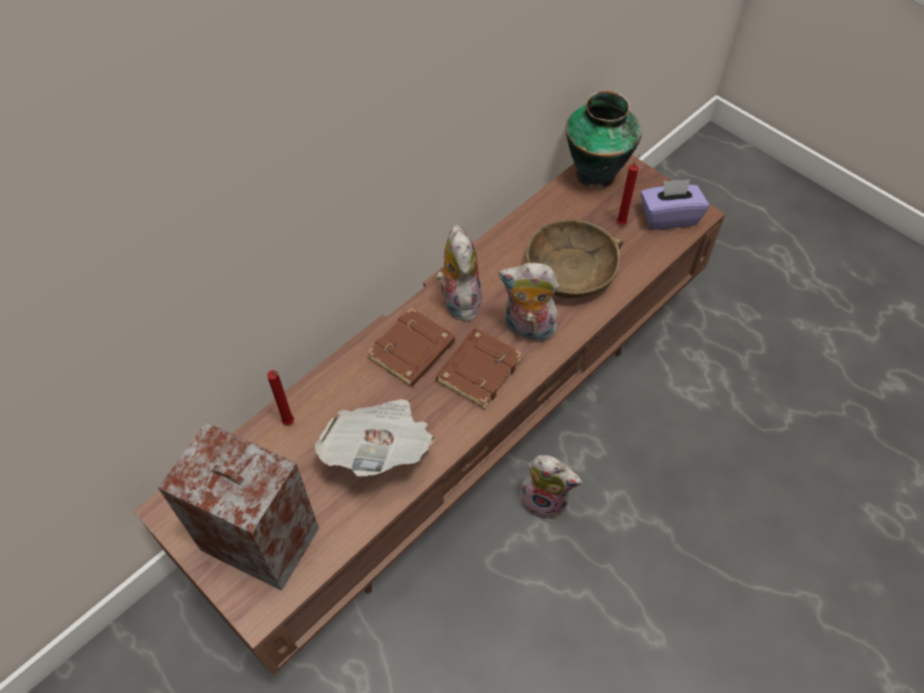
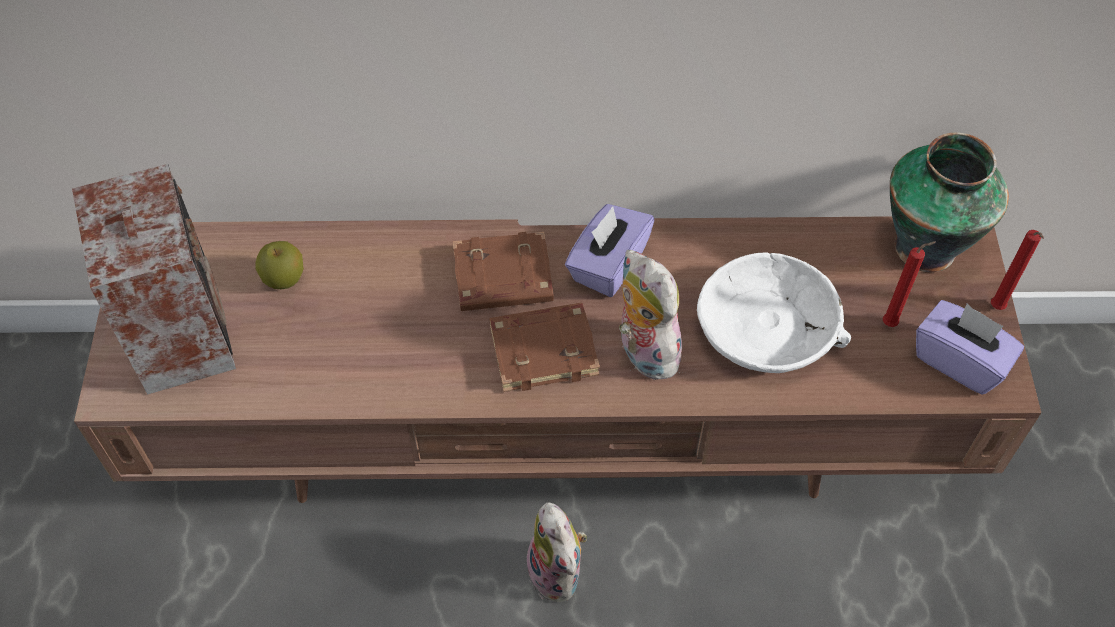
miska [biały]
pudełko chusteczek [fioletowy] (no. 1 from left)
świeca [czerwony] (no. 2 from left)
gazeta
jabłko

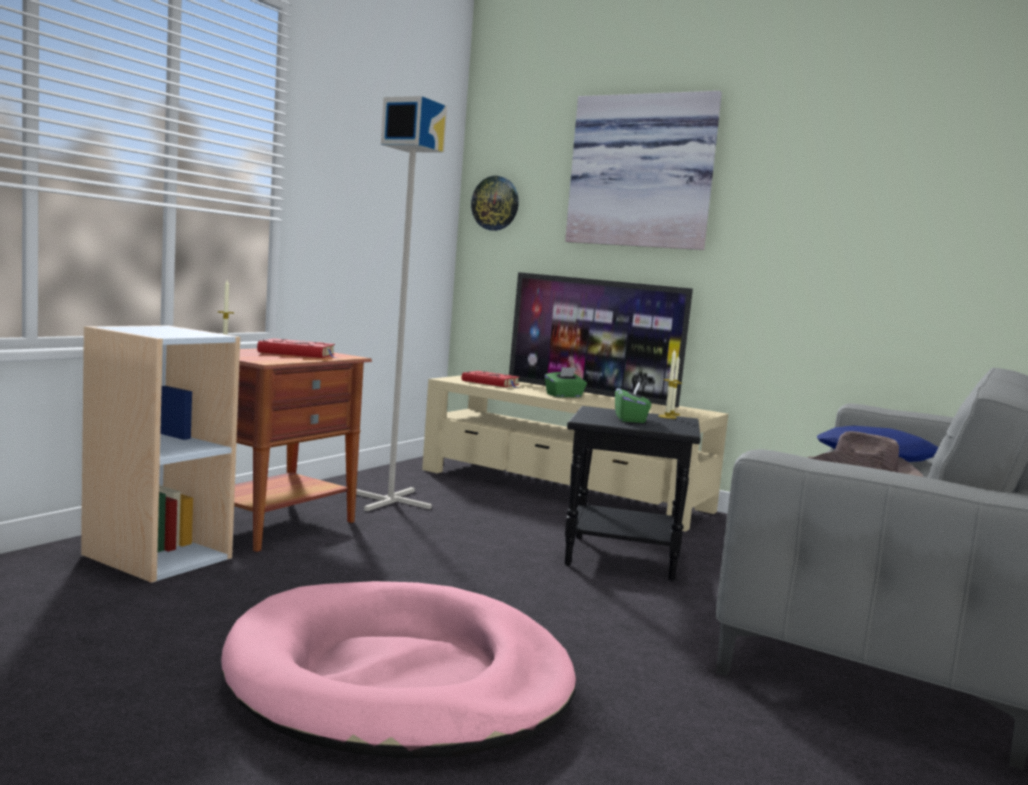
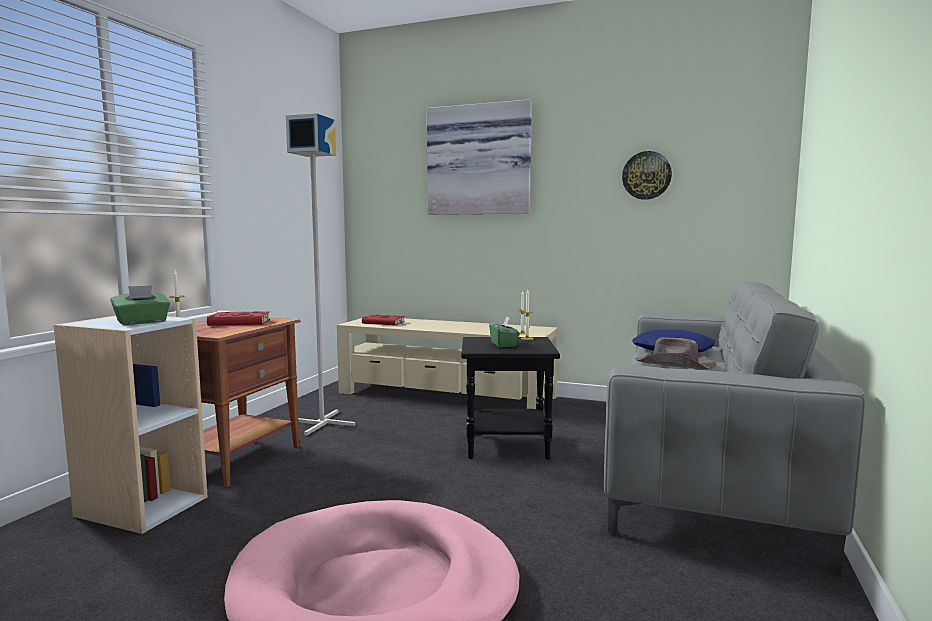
zegar ścienny
telewizor
pudełko chusteczek [zielony] (no. 1 from left)

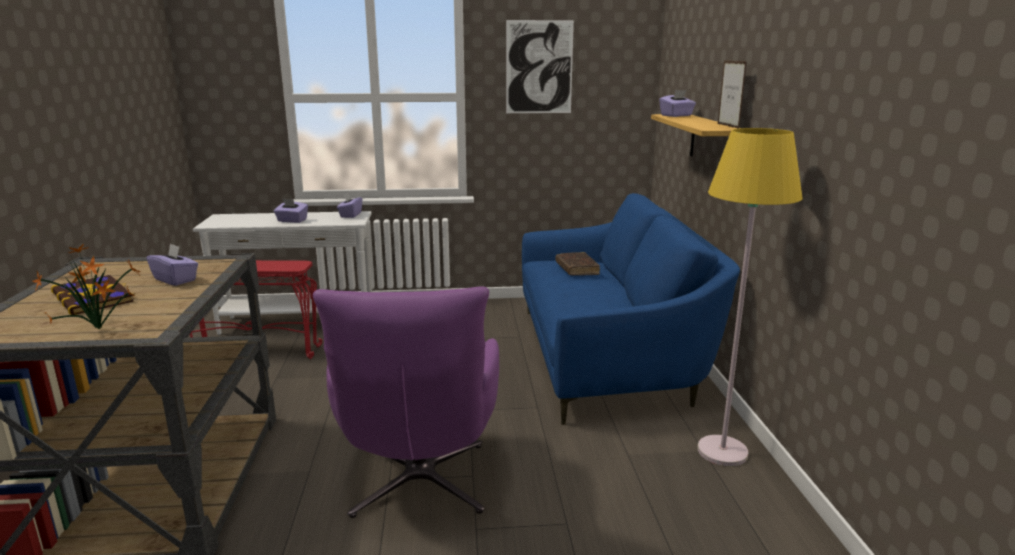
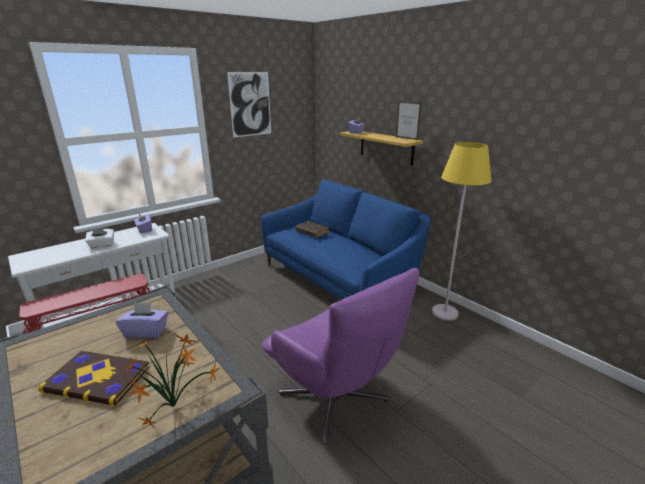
pudełko chusteczek [biały]

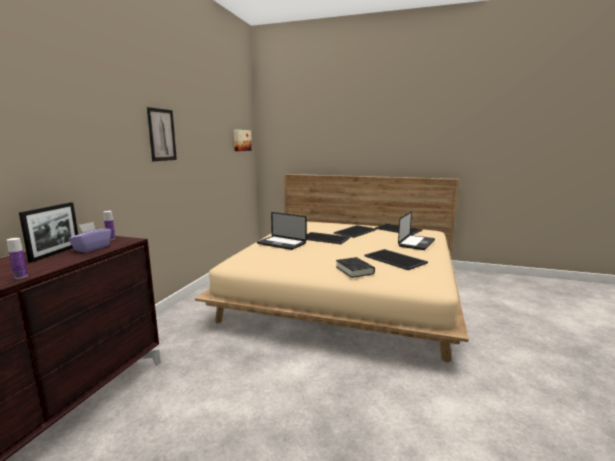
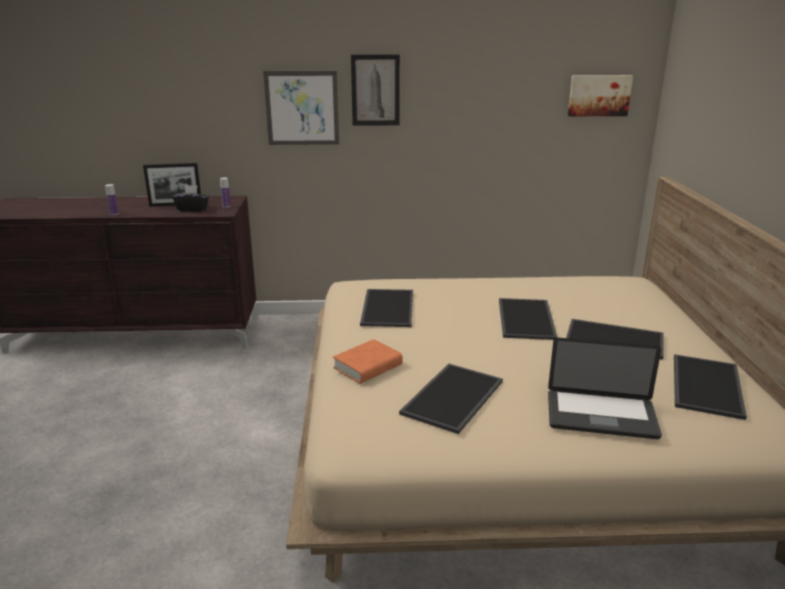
laptop (no. 1 from left in the first image)
pudełko chusteczek [czarny]
książka [pomarańczowy]
obraz (no. 1 from left)
taca (no. 1 from left)

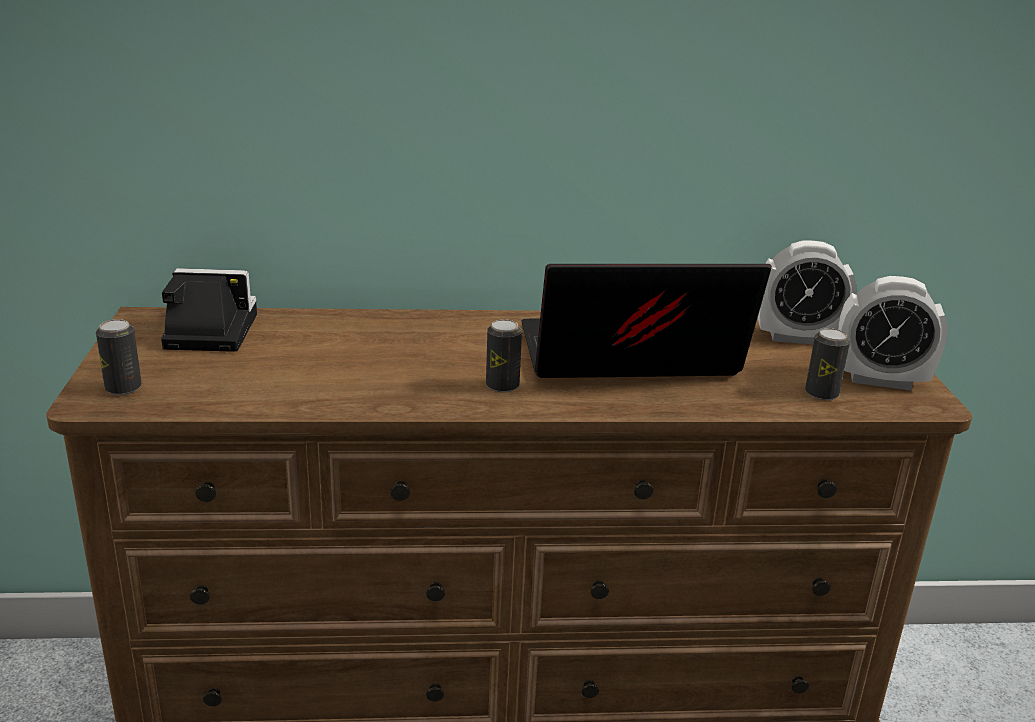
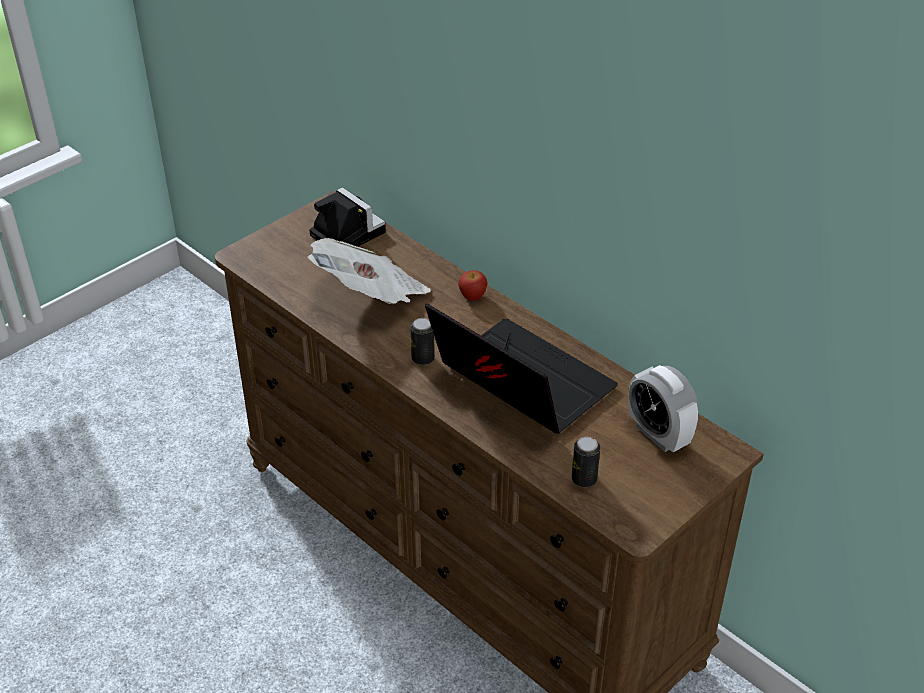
budzik (no. 2 from left in the first image)
puszka (no. 1 from left in the first image)
gazeta
jabłko

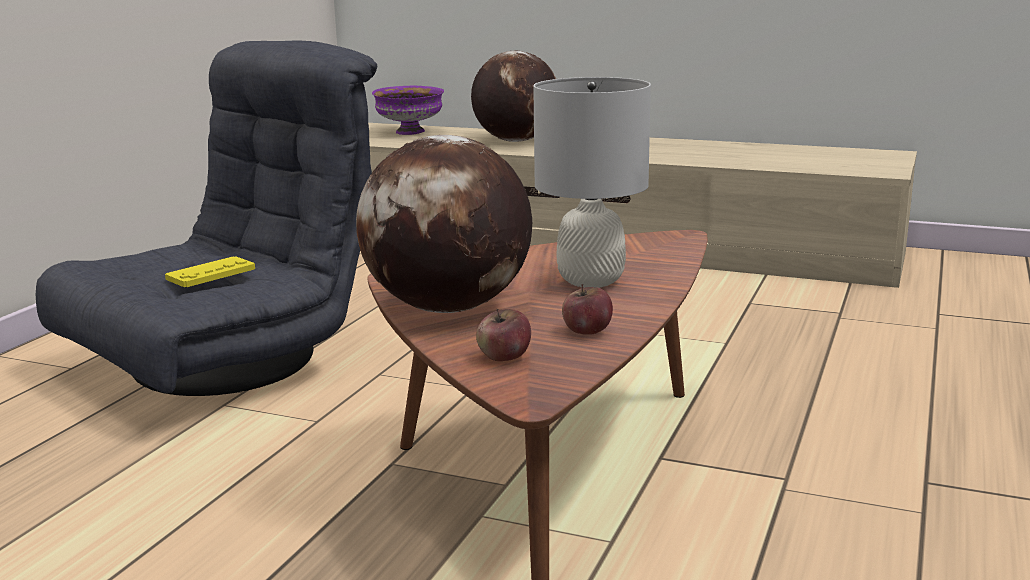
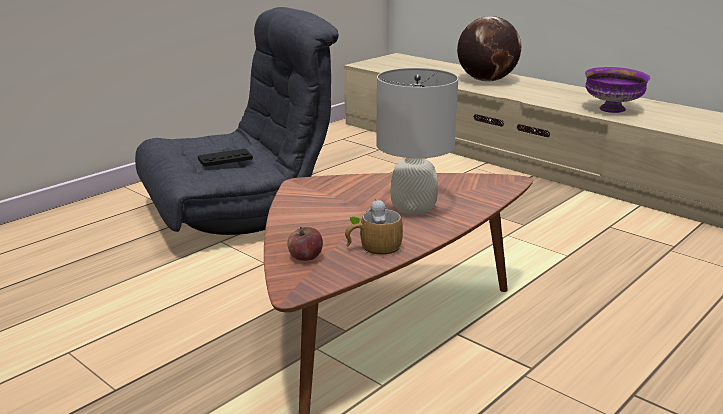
miska [fioletowy]
globus (no. 1 from left in the first image)
pad do gier [czarny]
kubek

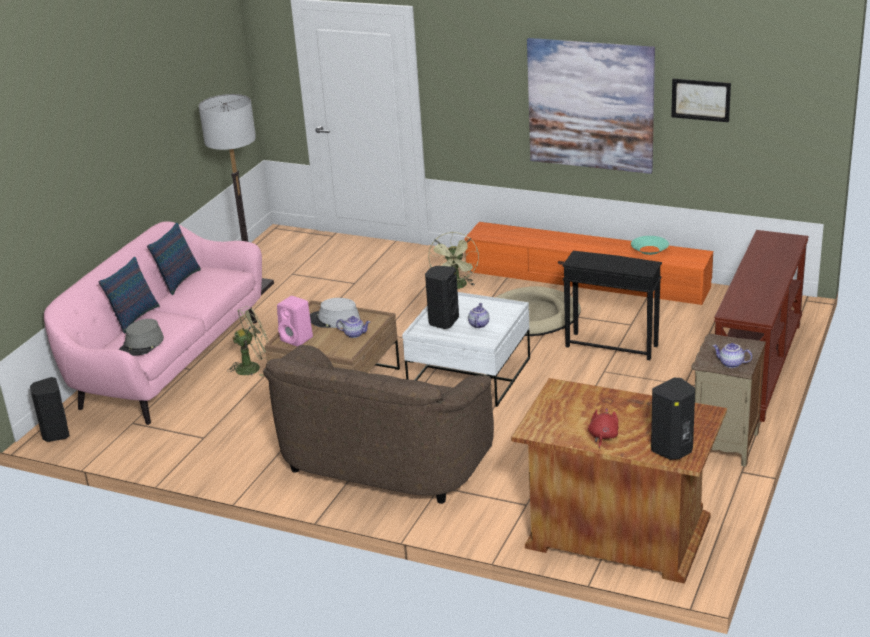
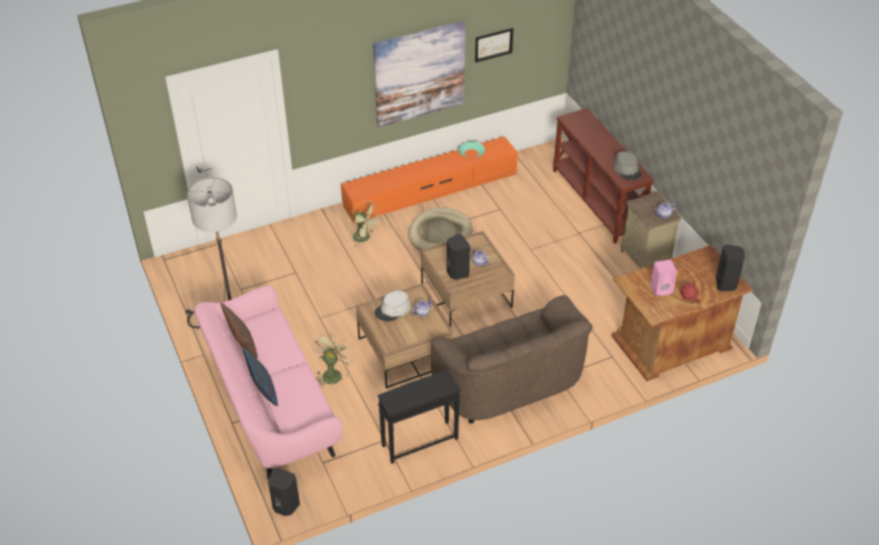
poduszka [brązowy]
stolik [czarny]
ława [brązowy] (no. 2 from left)
głośnik [różowy]
kapelusz [szary] (no. 2 from left)

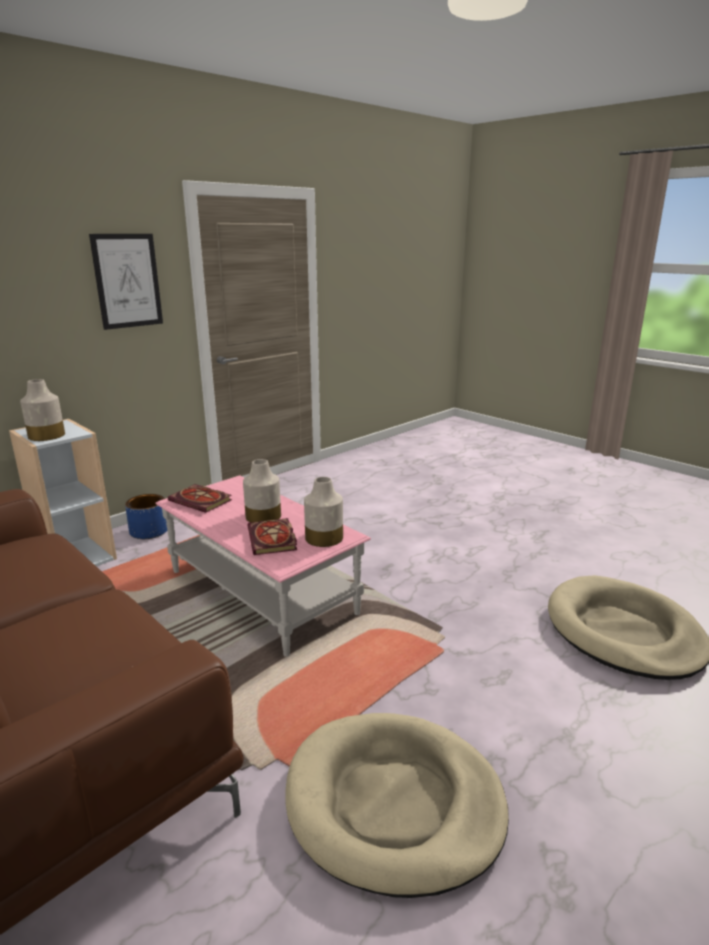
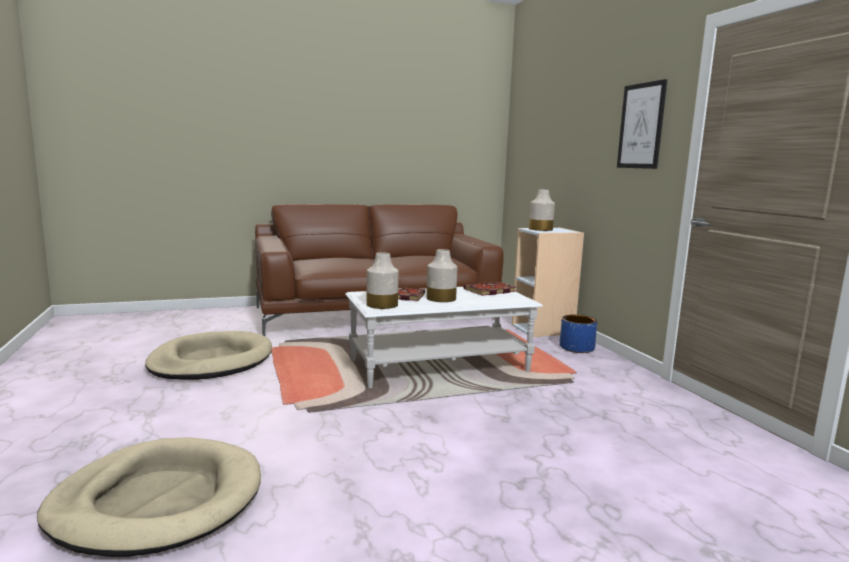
ława [biały]

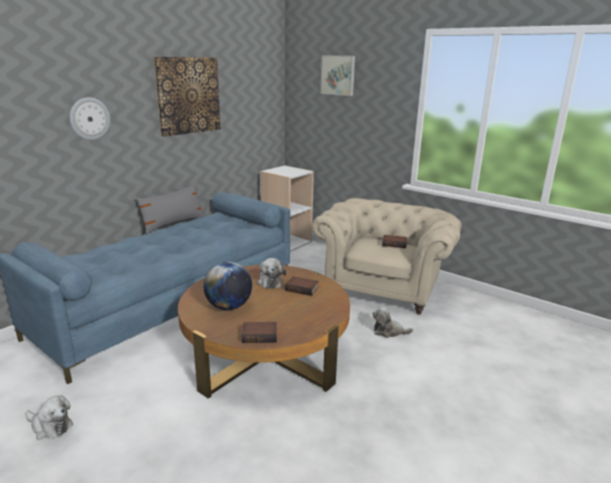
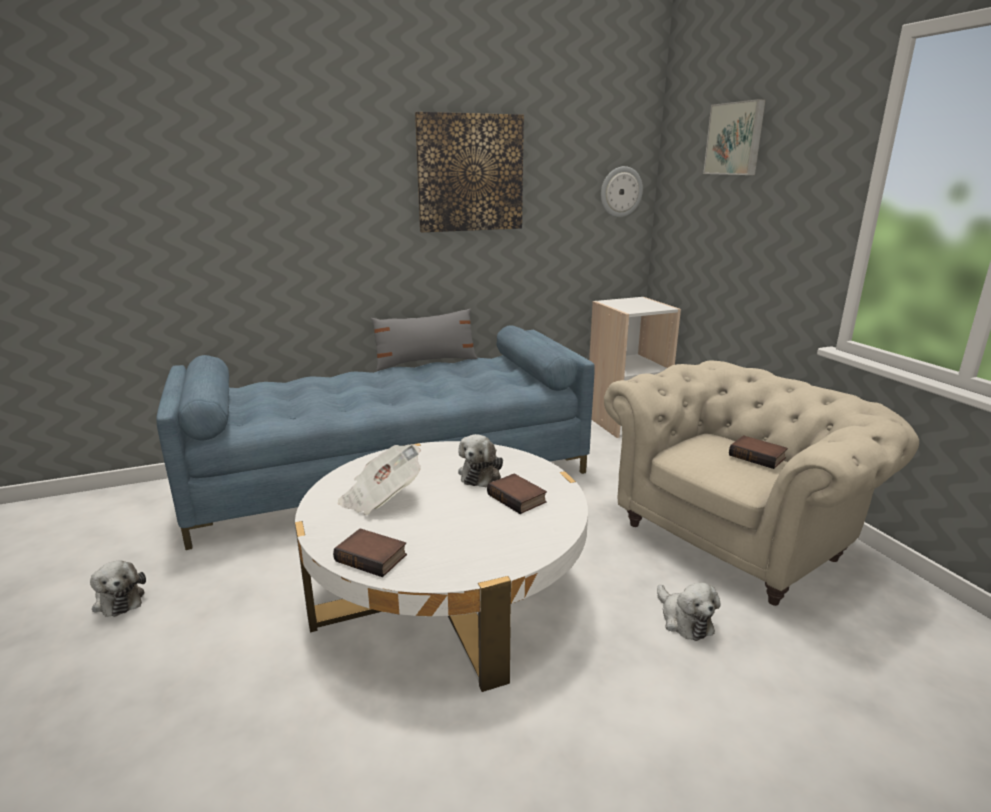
zegar ścienny
gazeta
ława [biały]
pluszak (no. 3 from left)

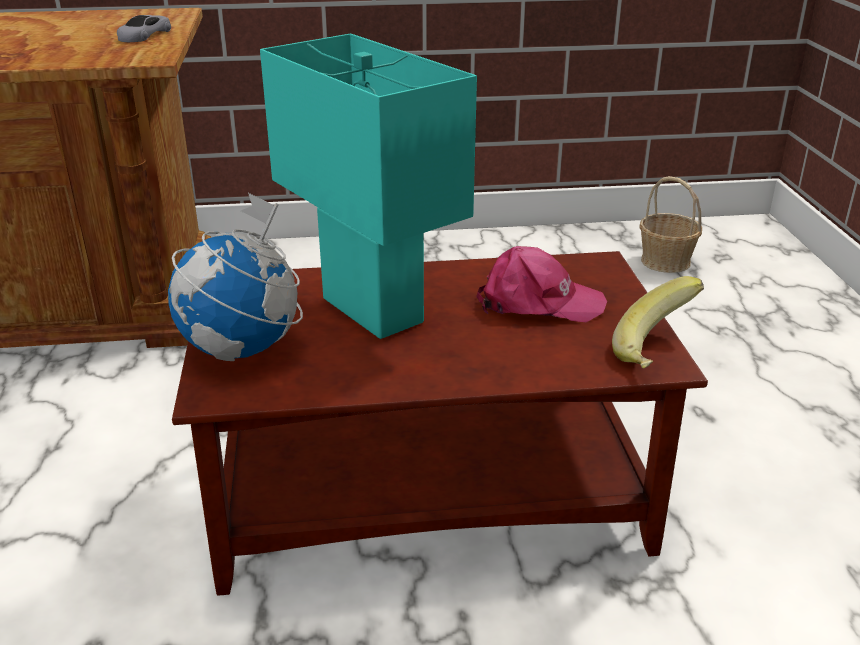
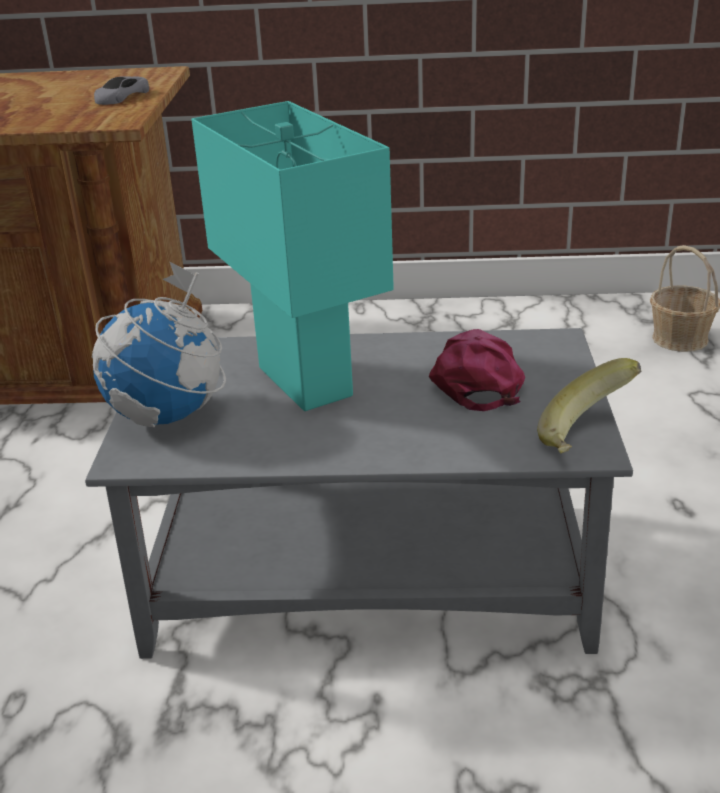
czapka z daszkiem [różowy]
ława [szary]

